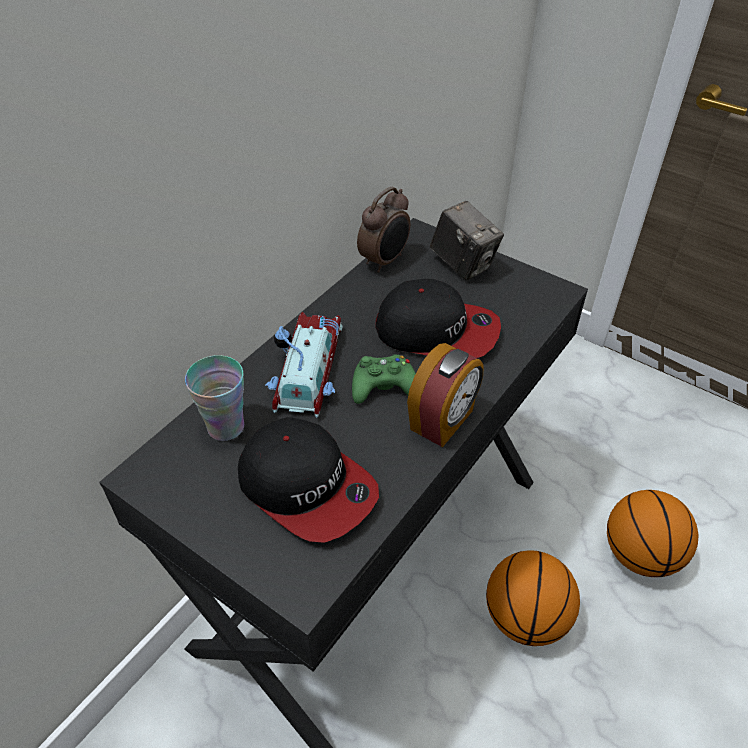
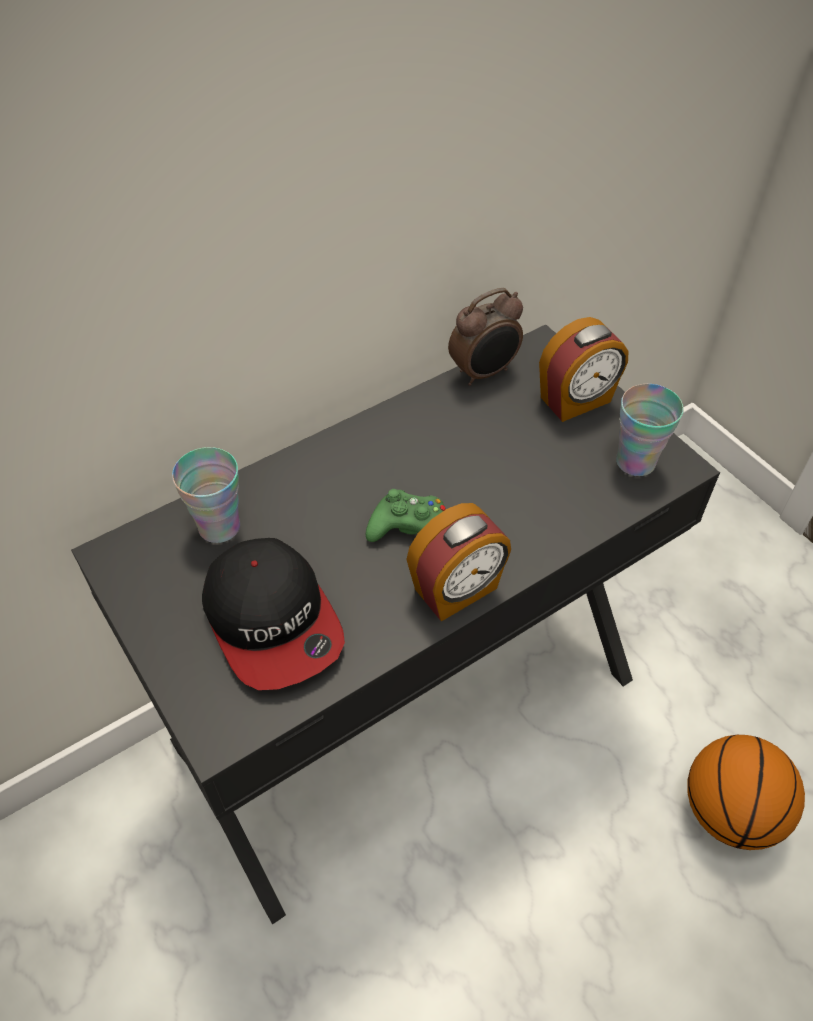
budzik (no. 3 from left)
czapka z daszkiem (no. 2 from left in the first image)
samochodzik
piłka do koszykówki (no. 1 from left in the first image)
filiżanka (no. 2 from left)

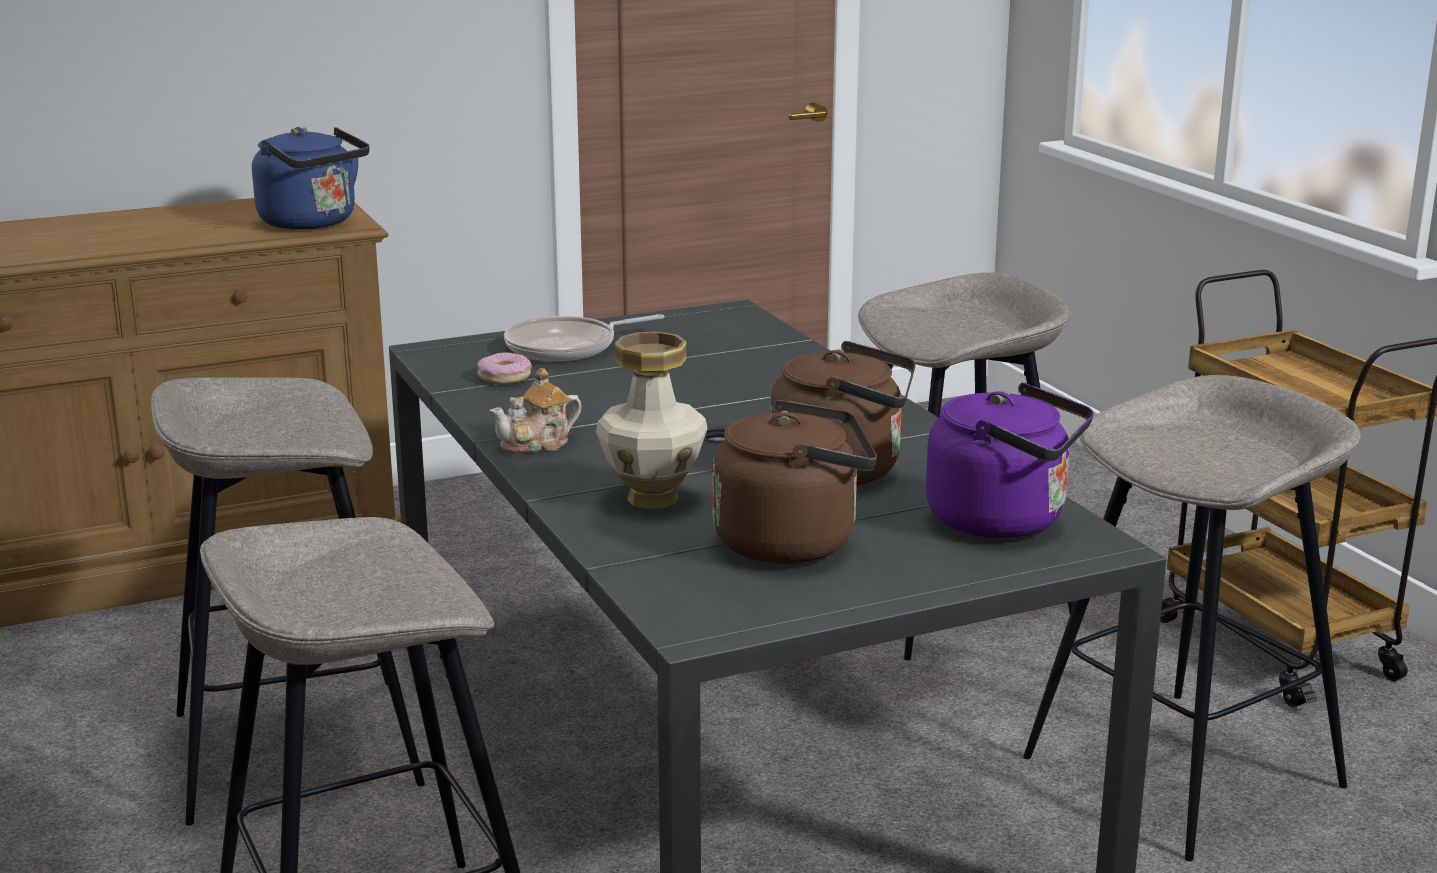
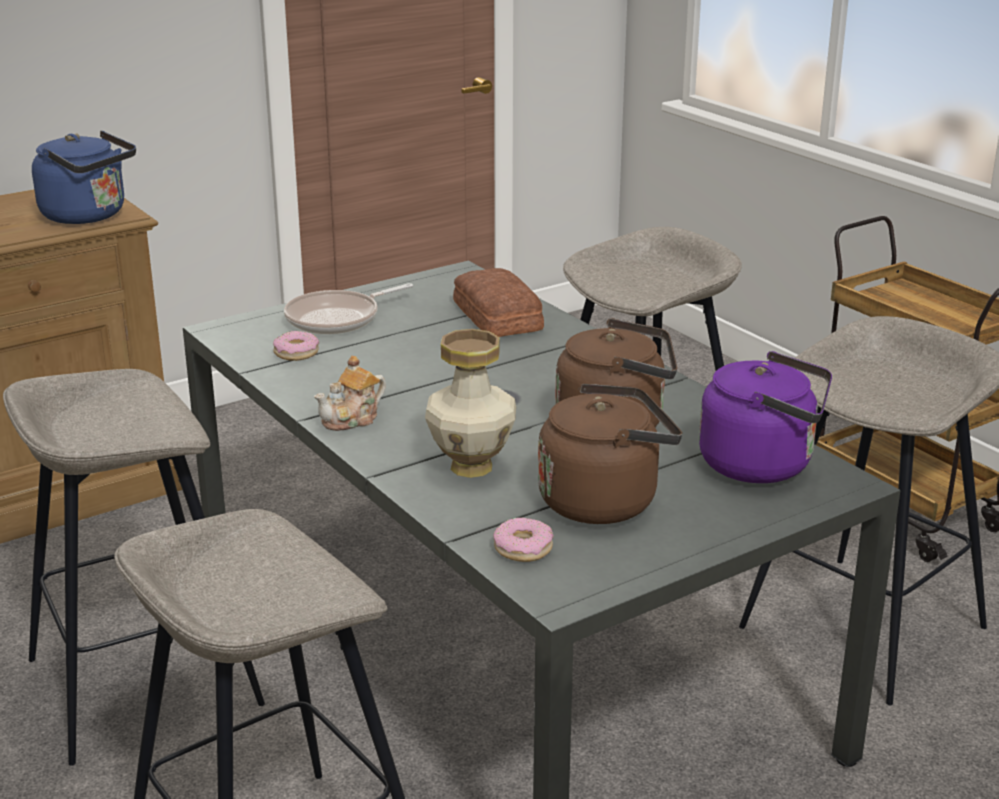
chleb
donut (no. 2 from left)

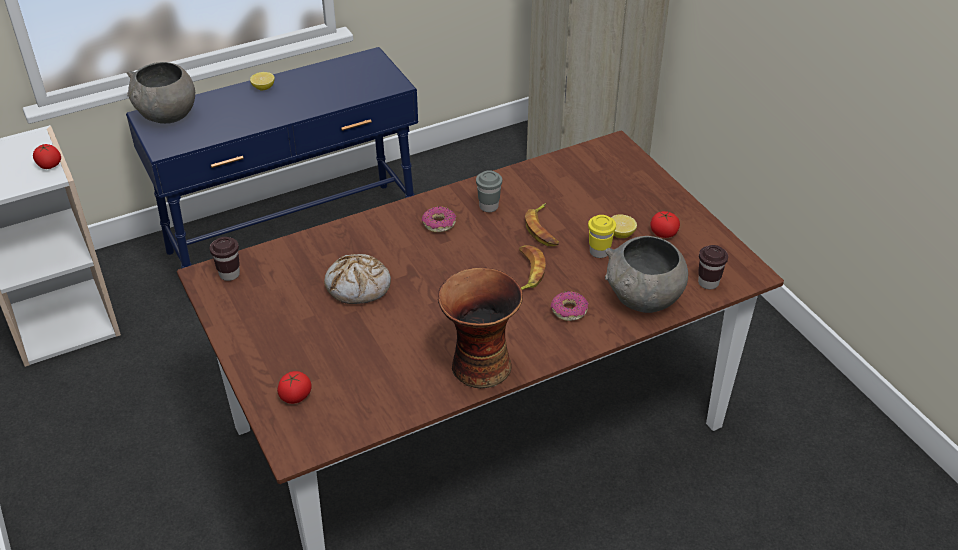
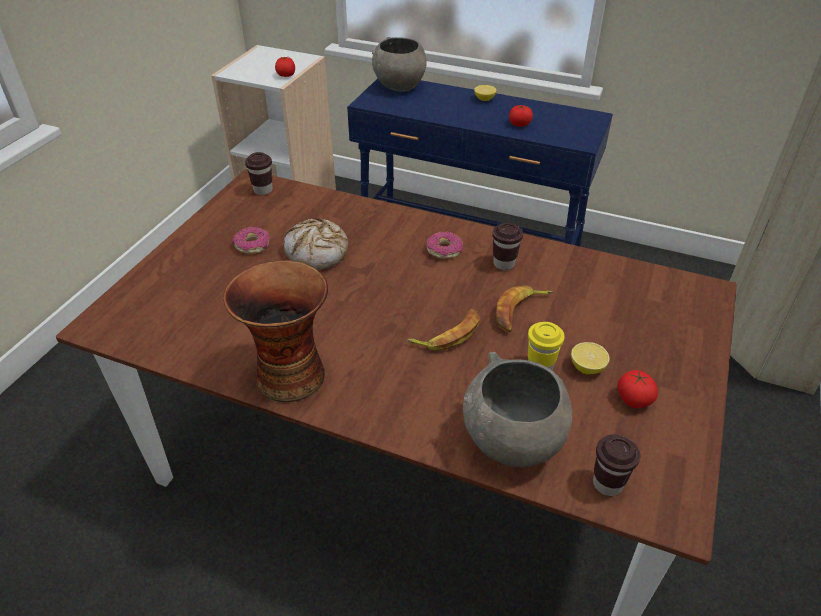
filiżanka [brązowy] (no. 2 from left)
donut (no. 1 from left)
pomidor (no. 2 from left)

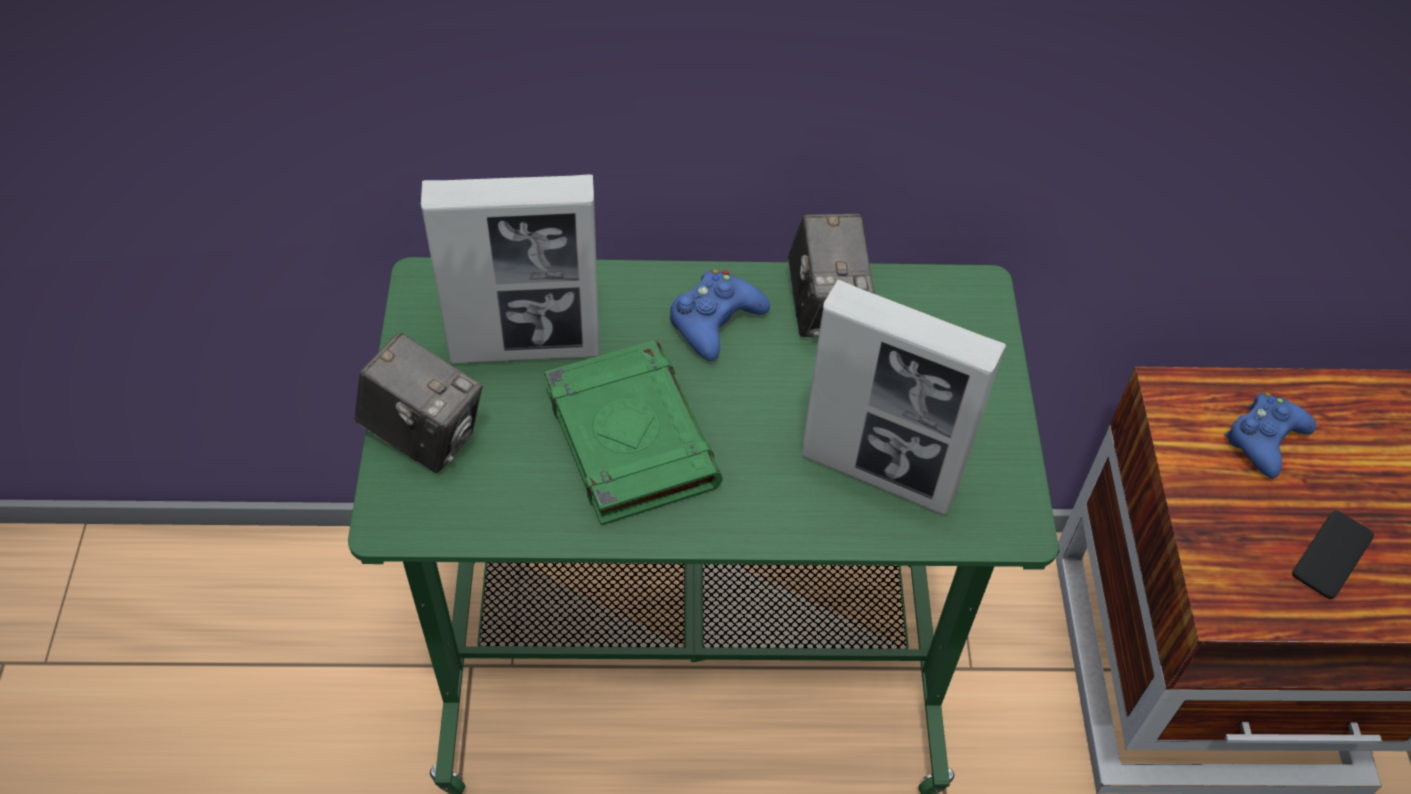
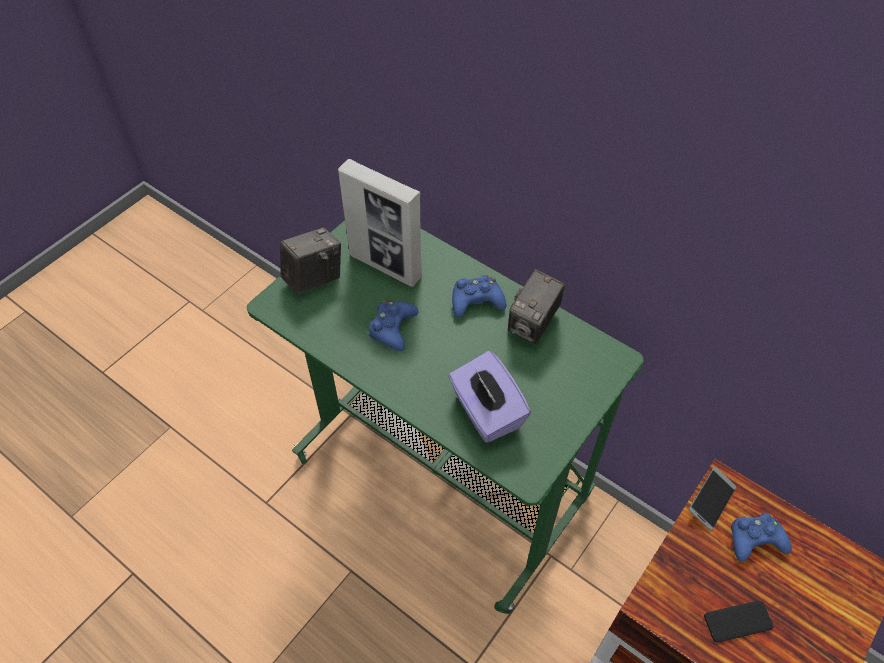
pudełko chusteczek [fioletowy]
aparat fotograficzny (no. 1 from left)
pad do gier [niebieski] (no. 1 from left)
telefon (no. 1 from left)

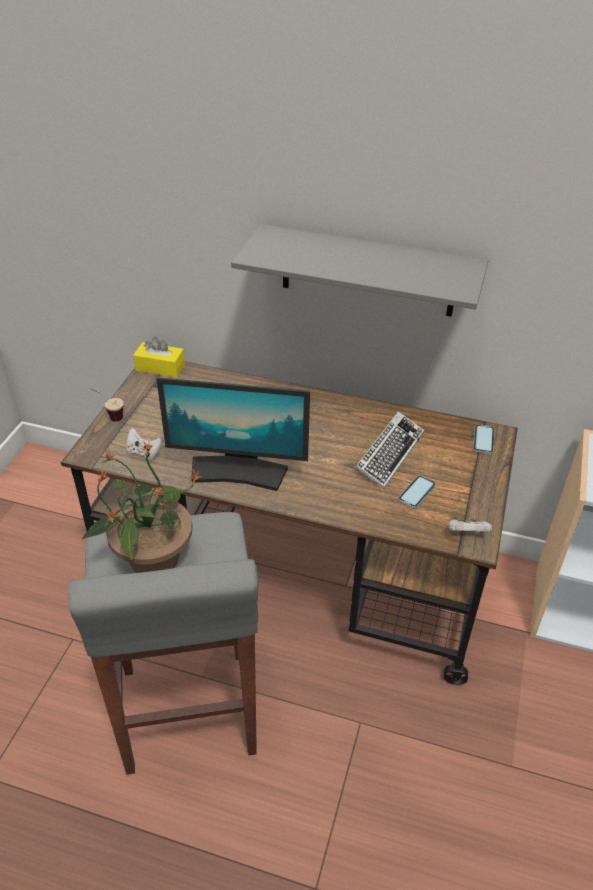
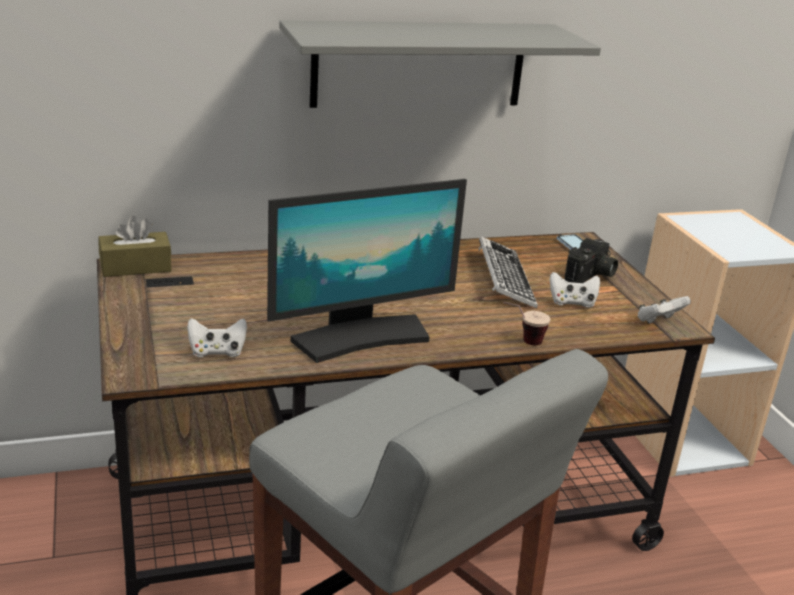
pudełko chusteczek [brązowy]
filiżanka
roślina doniczkowa
pad do gier [biały] (no. 2 from left)
aparat fotograficzny

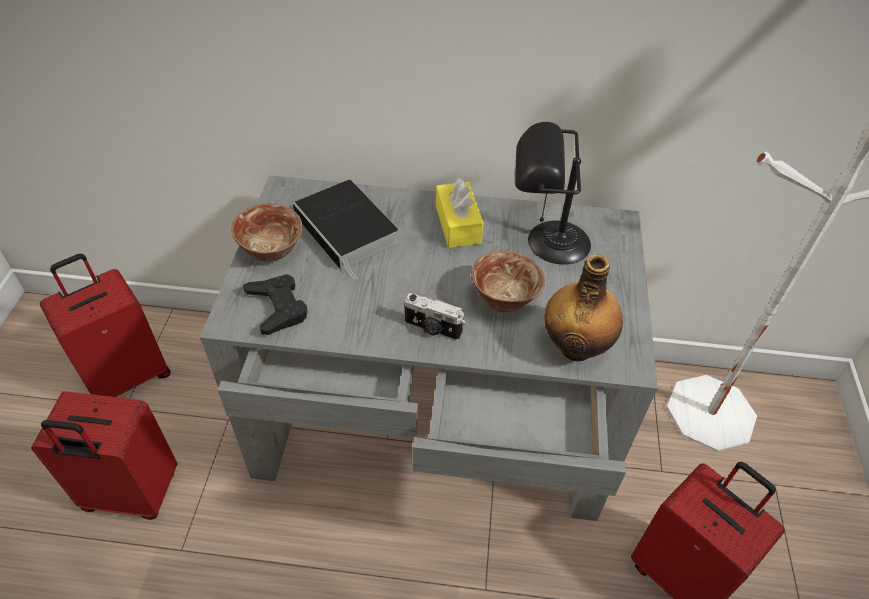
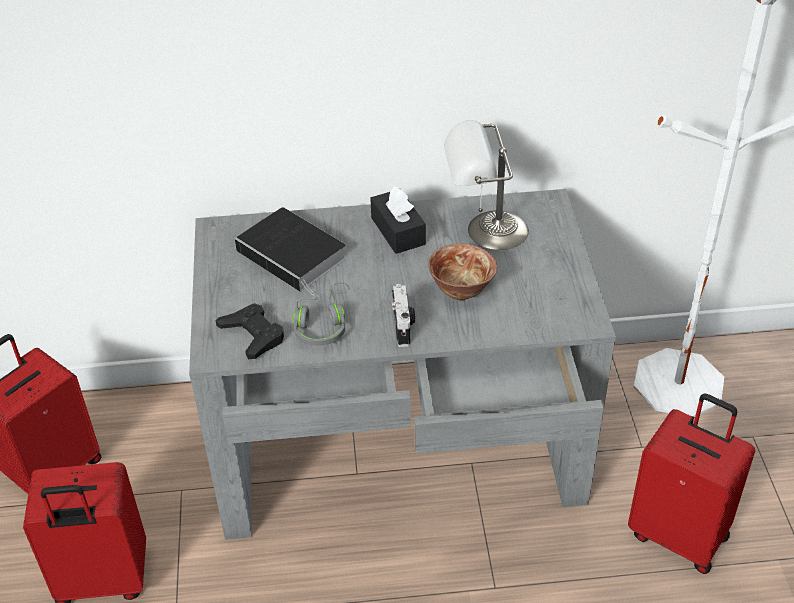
lampa stołowa [biały]
pudełko chusteczek [czarny]
miska (no. 1 from left in the first image)
butelka
aparat fotograficzny
słuchawki [szary]

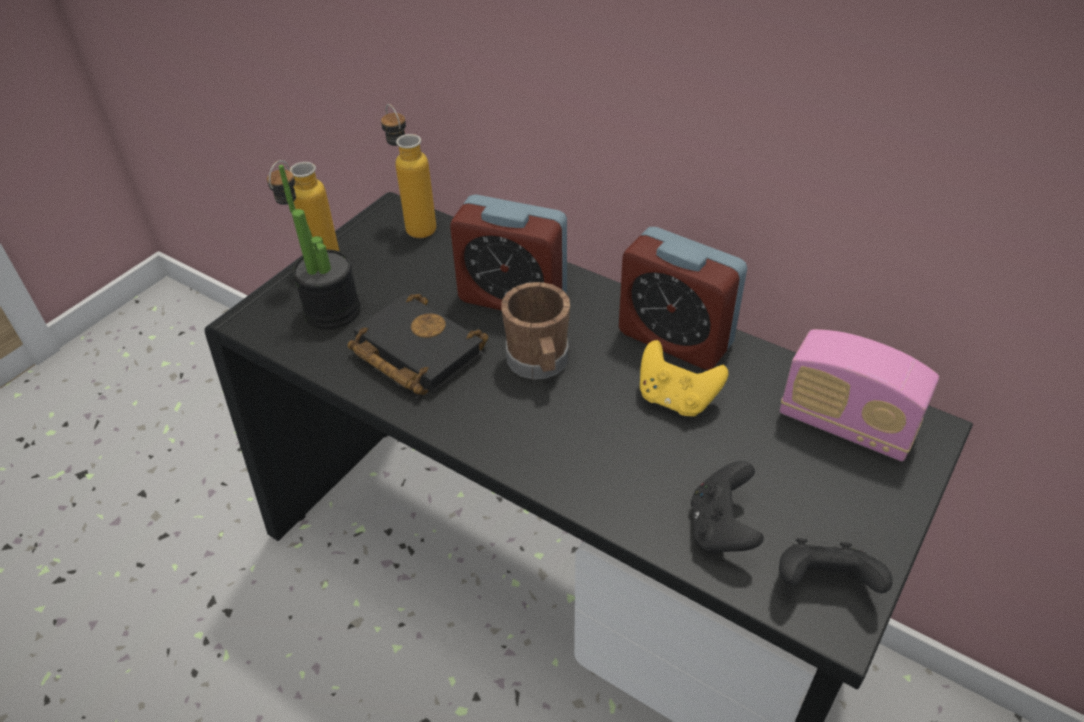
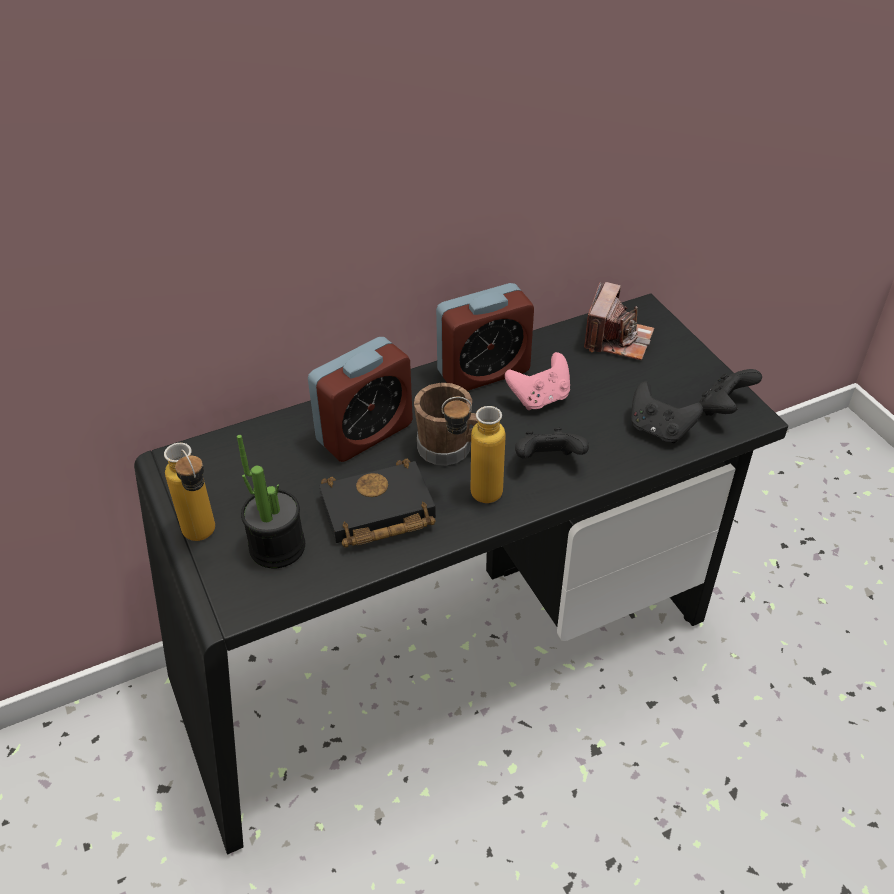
butelka (no. 2 from left)
aparat fotograficzny
pad do gier [różowy]
pad do gier [czarny] (no. 1 from left)

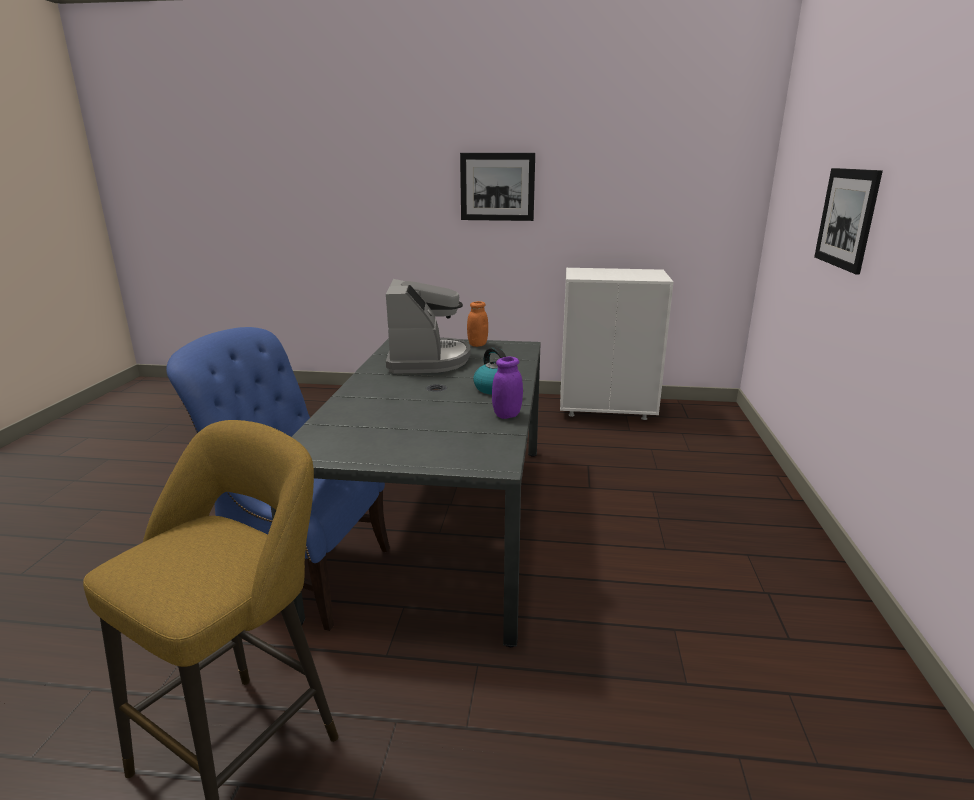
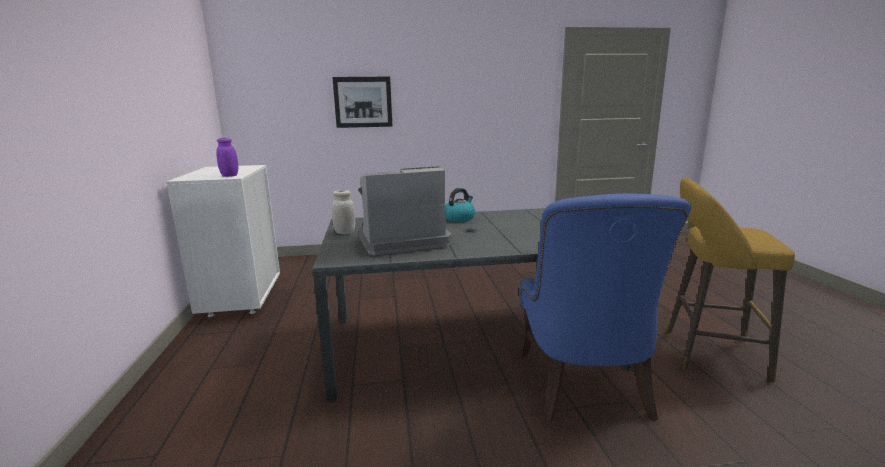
obraz (no. 1 from left in the first image)
słoik [biały]
słoik [fioletowy]

